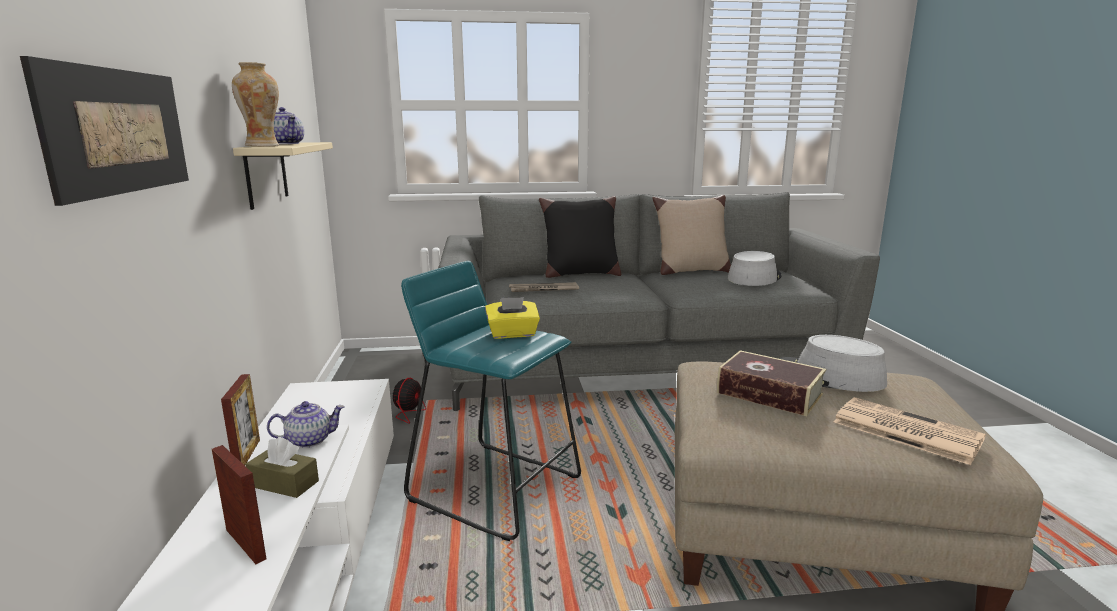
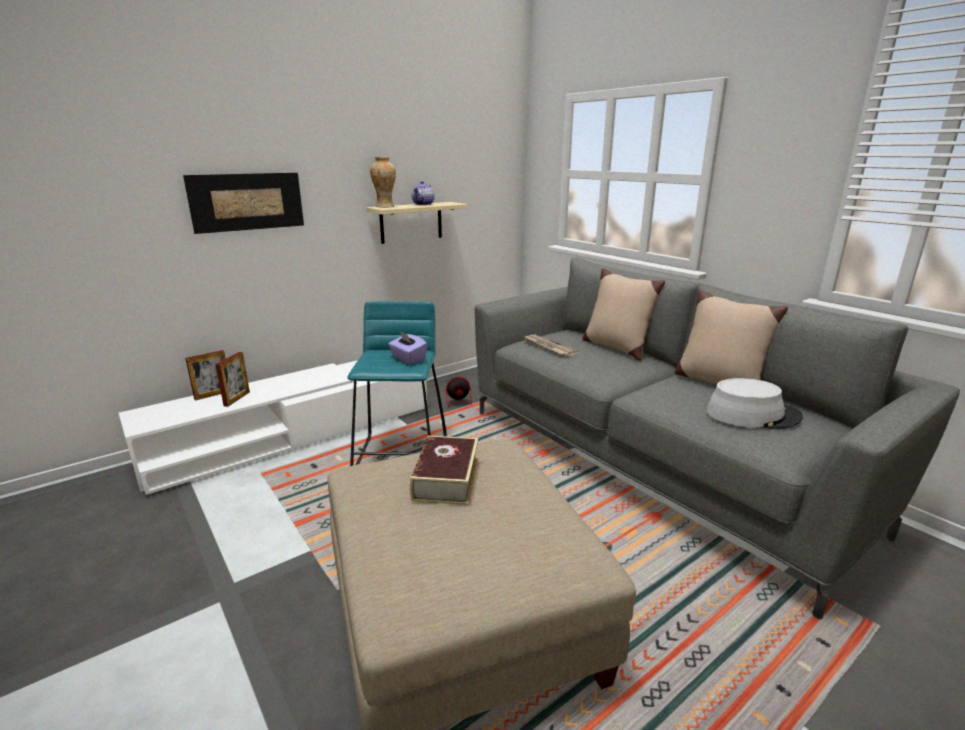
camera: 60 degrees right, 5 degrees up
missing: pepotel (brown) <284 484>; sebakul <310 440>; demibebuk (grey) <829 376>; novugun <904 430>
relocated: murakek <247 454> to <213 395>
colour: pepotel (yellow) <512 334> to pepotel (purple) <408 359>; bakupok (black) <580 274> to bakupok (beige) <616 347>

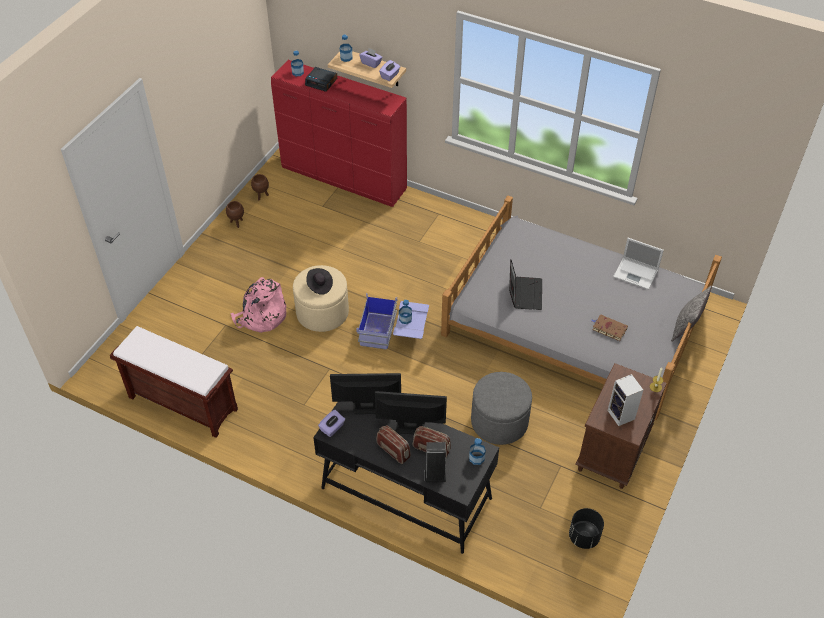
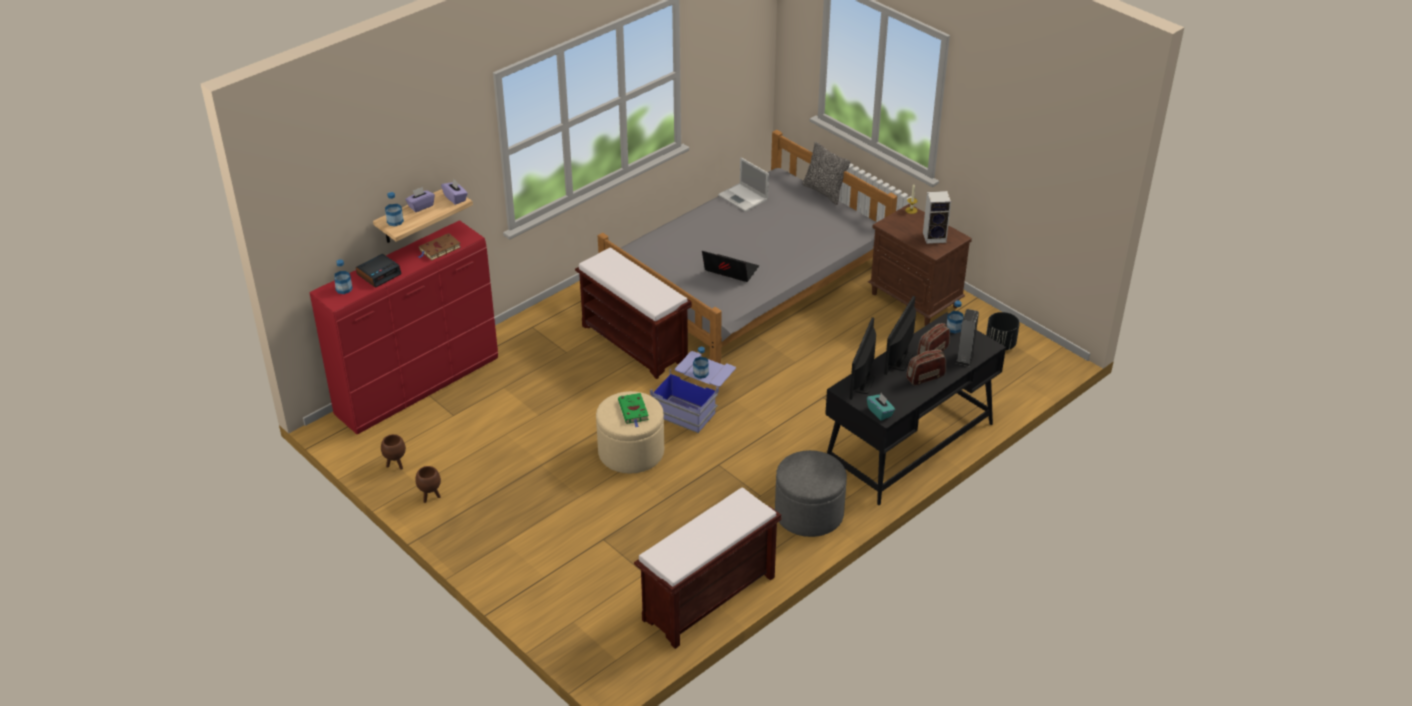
camera: 70 degrees left, 10 degrees down
missing: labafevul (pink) <261 317>
appeared: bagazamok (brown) <635 343>
relocated: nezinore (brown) <608 328> to <439 249>; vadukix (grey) <499 421> to <809 513>
exchanged: demibebuk (black) <319 285> to nezinore (green) <634 411>
colour: pepotel (purple) <332 428> to pepotel (turquoise) <880 412>
spun: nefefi <636 274> = <744 198> 90 degrees clockwise

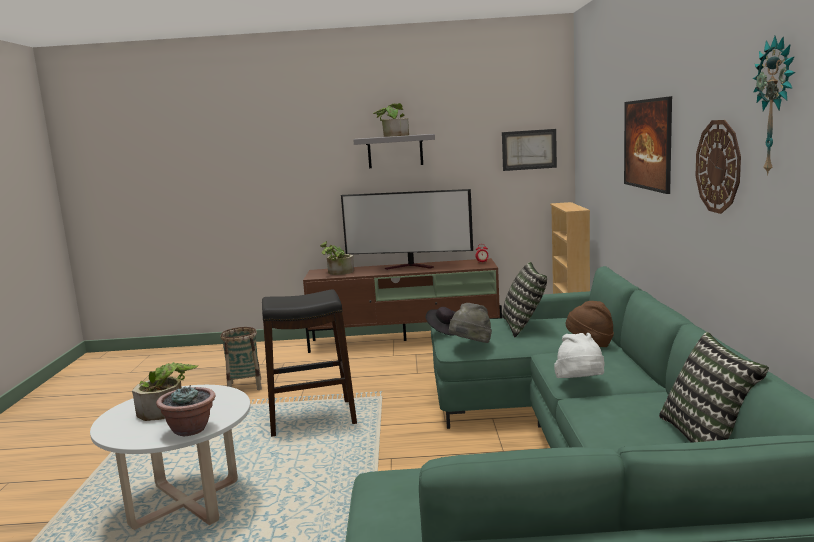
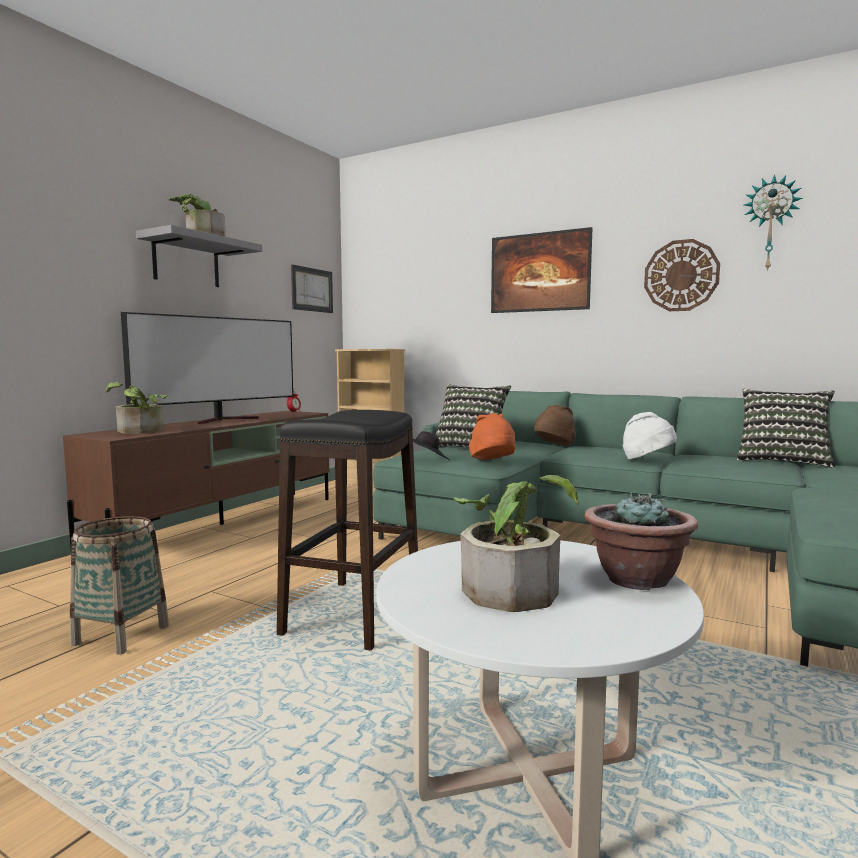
camera: 60 degrees left, 5 degrees down
colour: demibebuk (grey) <471 346> to demibebuk (orange) <493 462>

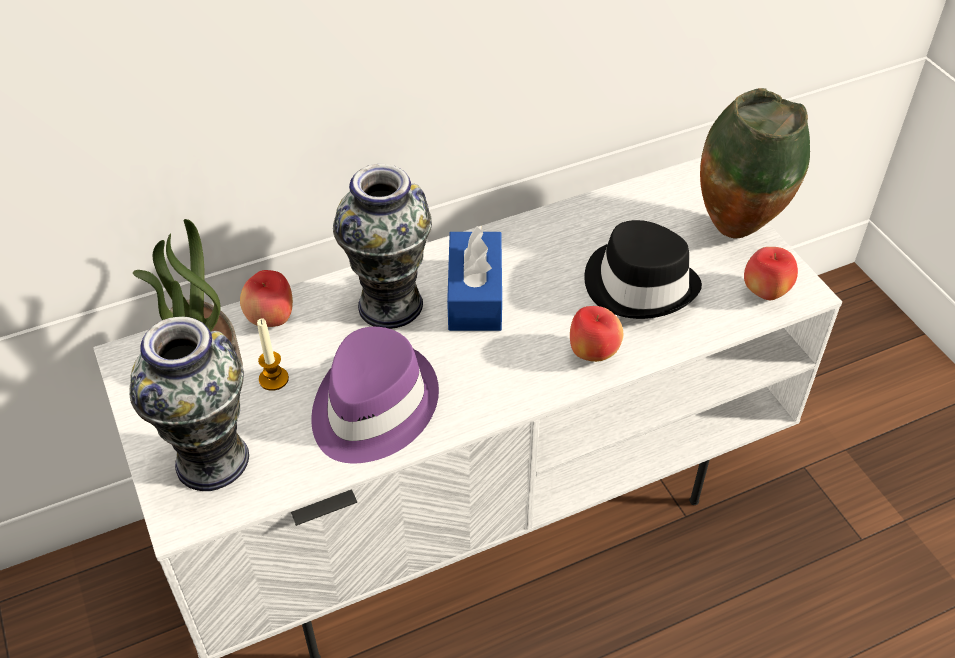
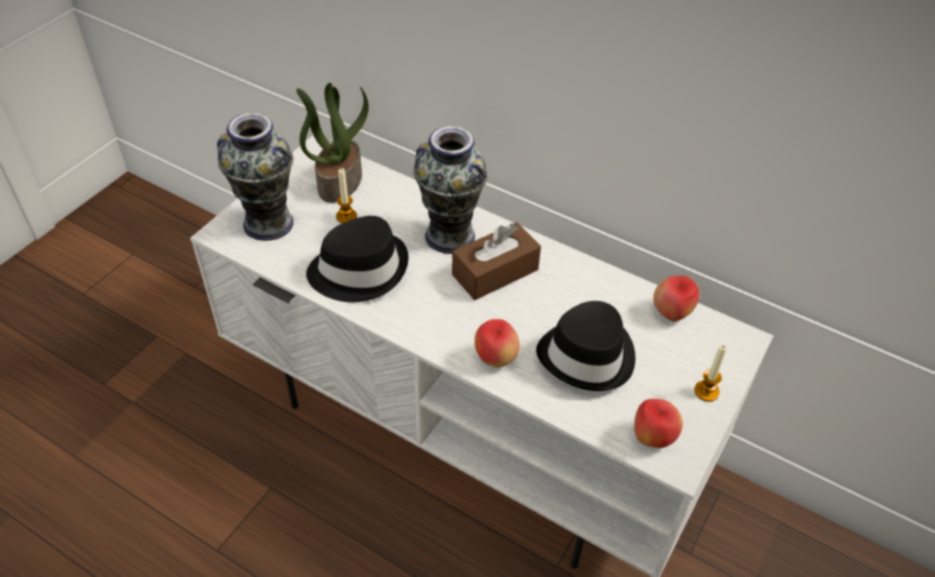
camera: 55 degrees right, 0 degrees up
relocated: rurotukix <271 319> to <671 313>
exchanged: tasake <737 230> to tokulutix <706 391>
colour: demibebuk (purple) <371 406> to demibebuk (black) <359 270>; pepotel (blue) <475 295> to pepotel (brown) <495 272>

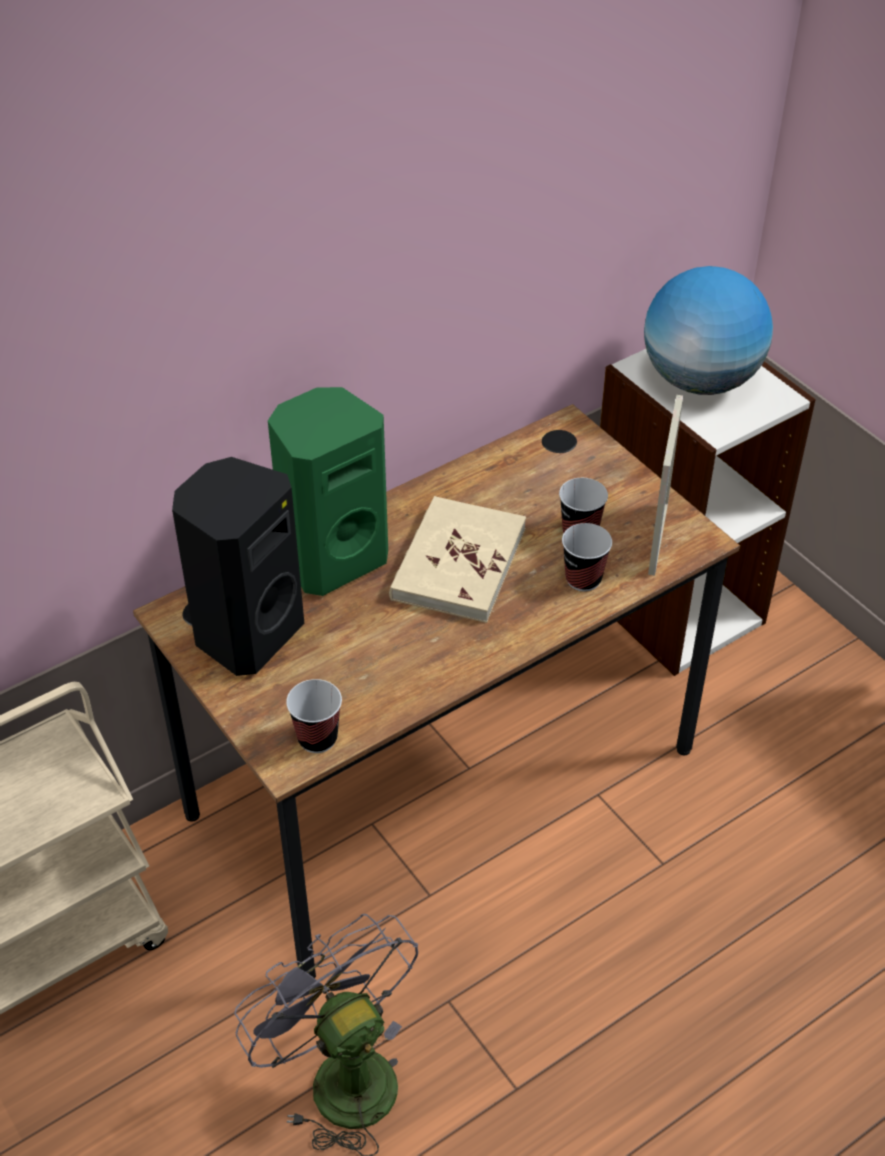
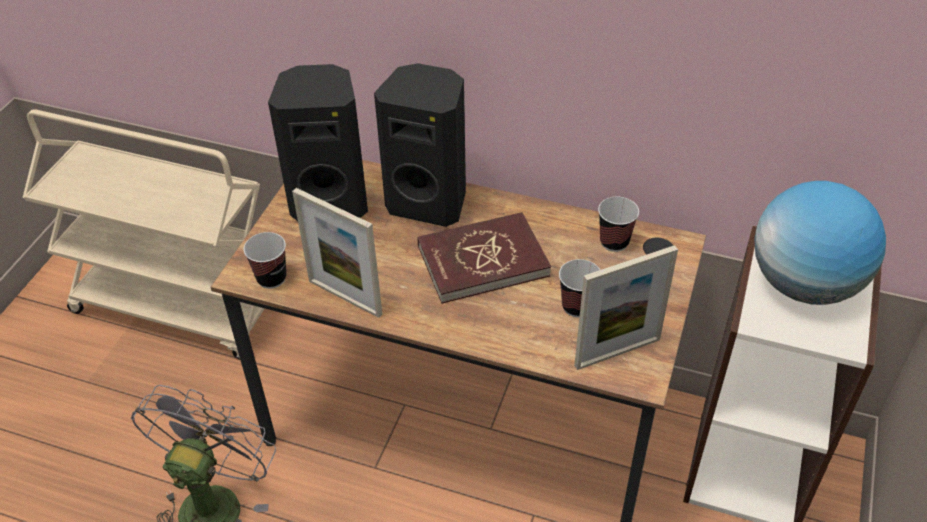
camera: 55 degrees right, 0 degrees up
appeared: murakek <345 297>
relocated: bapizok <583 579> to <614 242>
colour: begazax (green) <332 558> to begazax (black) <429 202>; nezinore (beige) <458 563> to nezinore (red) <482 261>

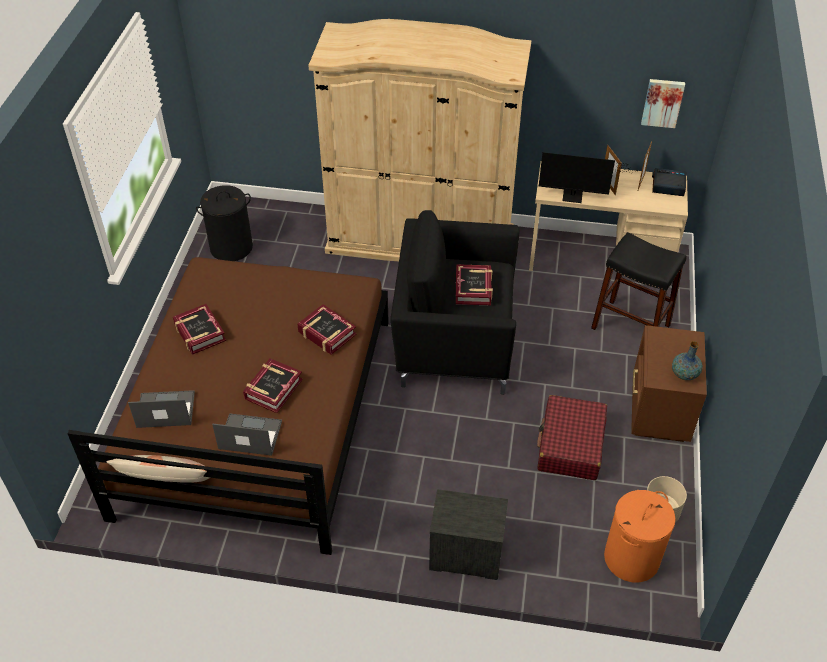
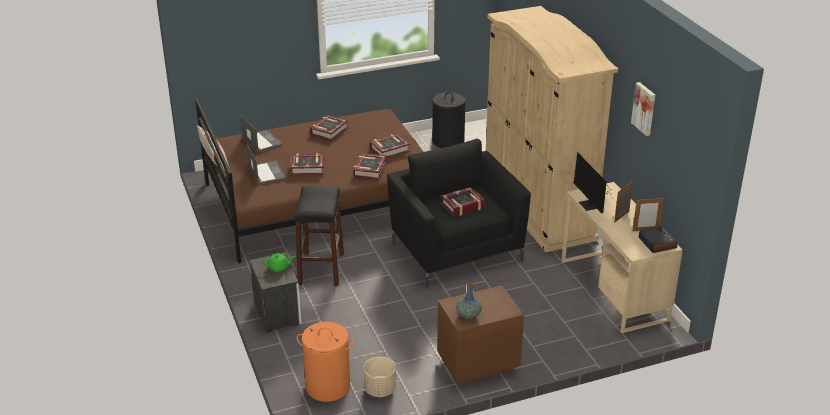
camera: 60 degrees right, 15 degrees down
missing: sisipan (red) <570 445>
appeared: sebakul (green) <279 267>; nezinore <389 150>
relocated: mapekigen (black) <630 326> to <321 268>; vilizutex <662 102> to <644 108>

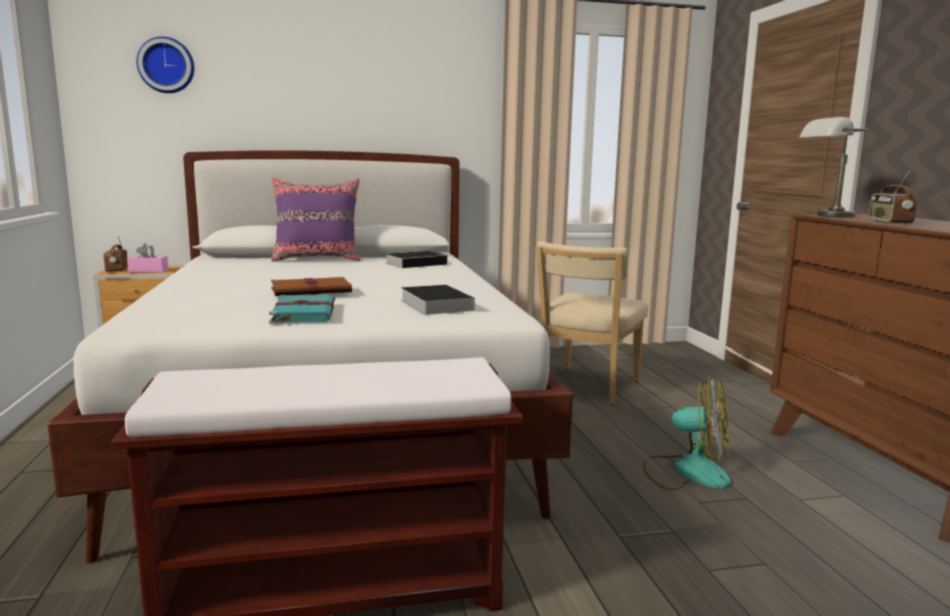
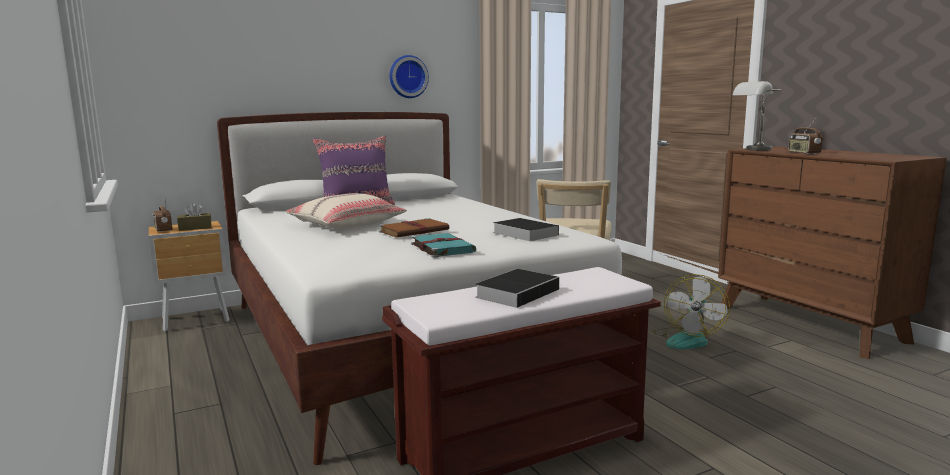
camera: 15 degrees left, 0 degrees up
appeared: bakupok (beige) <347 224>
relocated: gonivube <167 65> to <407 77>; nezinore <417 263> to <518 292>
colour: pepotel (pink) <148 271> to pepotel (brown) <195 228>
spun: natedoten <687 471> = <687 339> 105 degrees clockwise

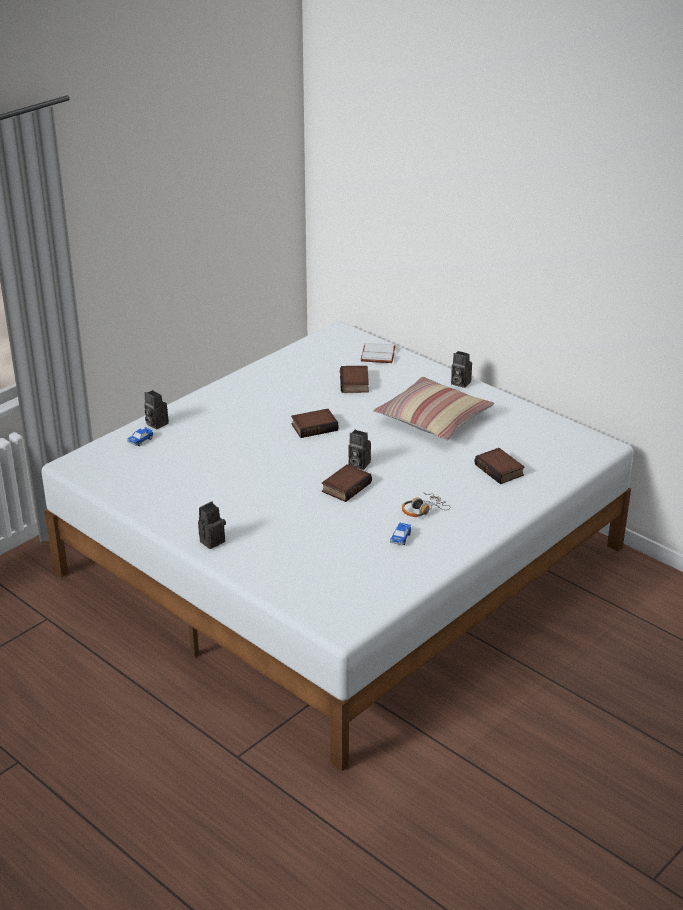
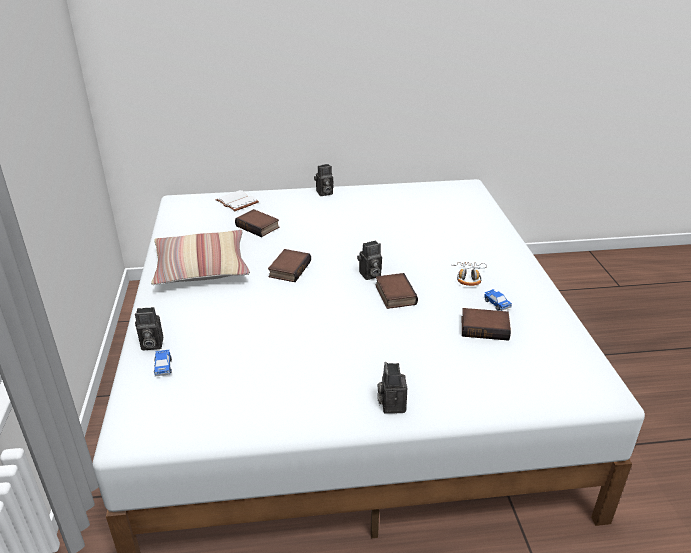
camera: 50 degrees left, 0 degrees up
relocated: bakupok <433 419> to <201 267>; nezinore <500 470> to <485 327>

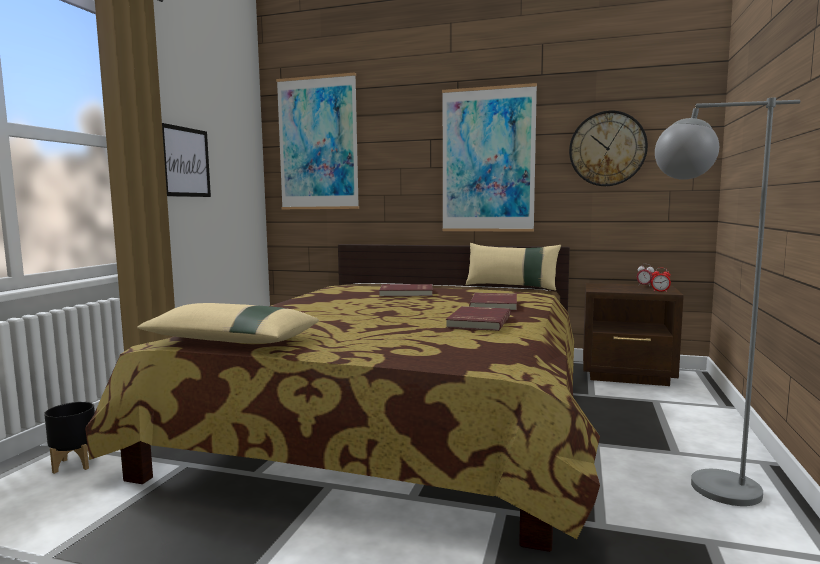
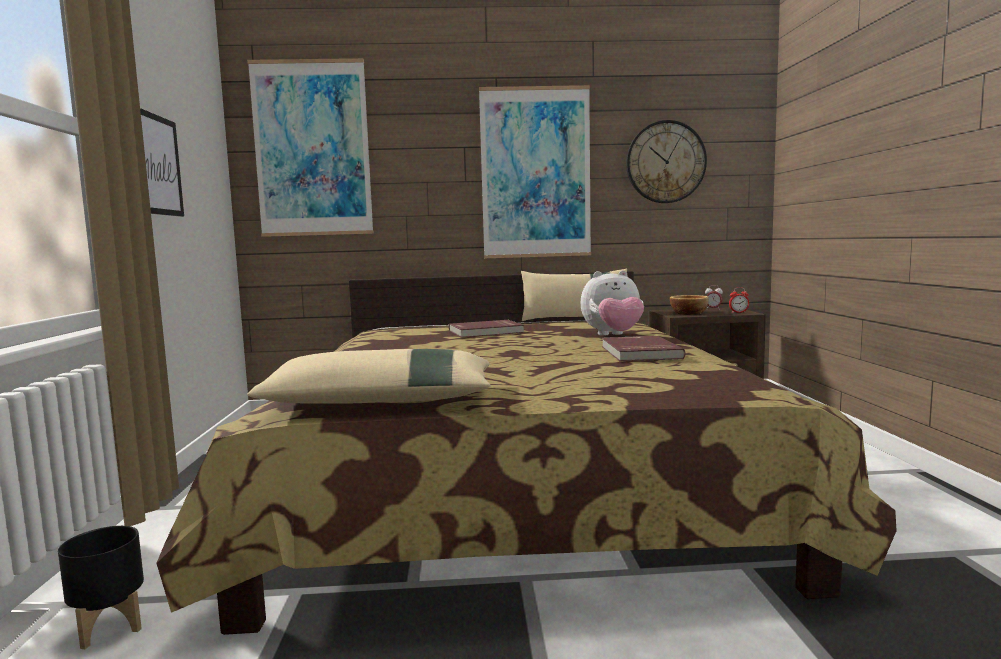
camera: 20 degrees left, 0 degrees up
missing: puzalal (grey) <701 487>
appeared: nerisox <688 313>
exchanged: nezinore (red) <495 304> to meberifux <613 335>

